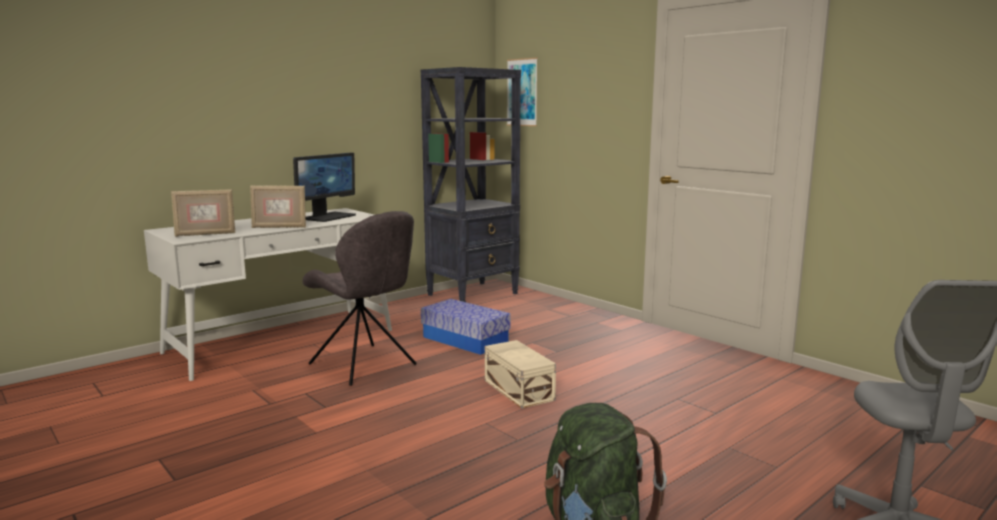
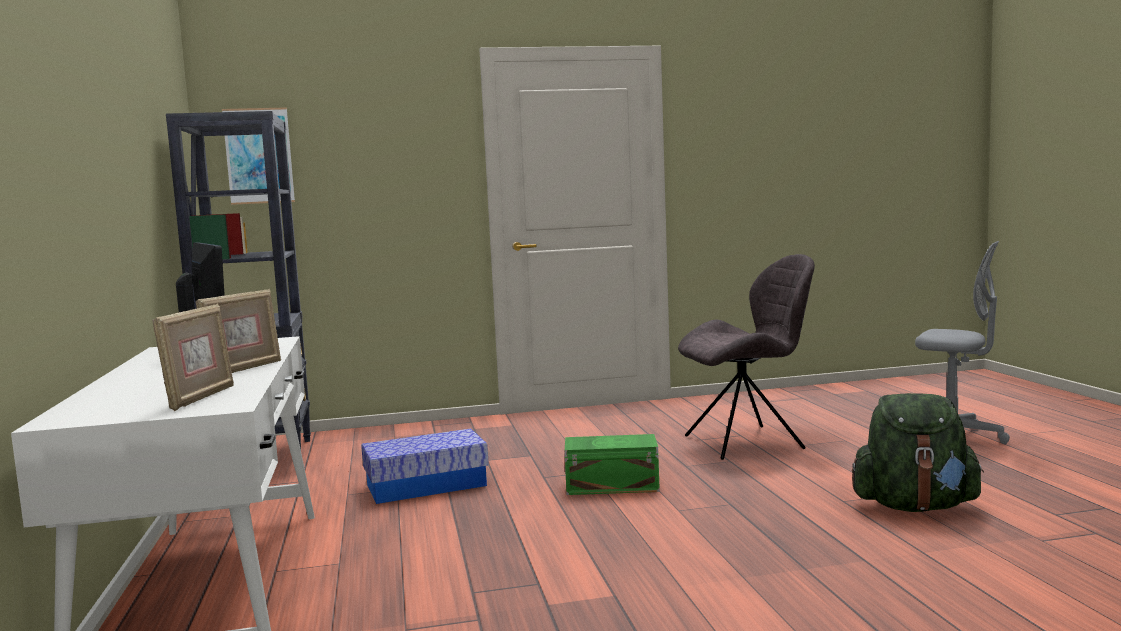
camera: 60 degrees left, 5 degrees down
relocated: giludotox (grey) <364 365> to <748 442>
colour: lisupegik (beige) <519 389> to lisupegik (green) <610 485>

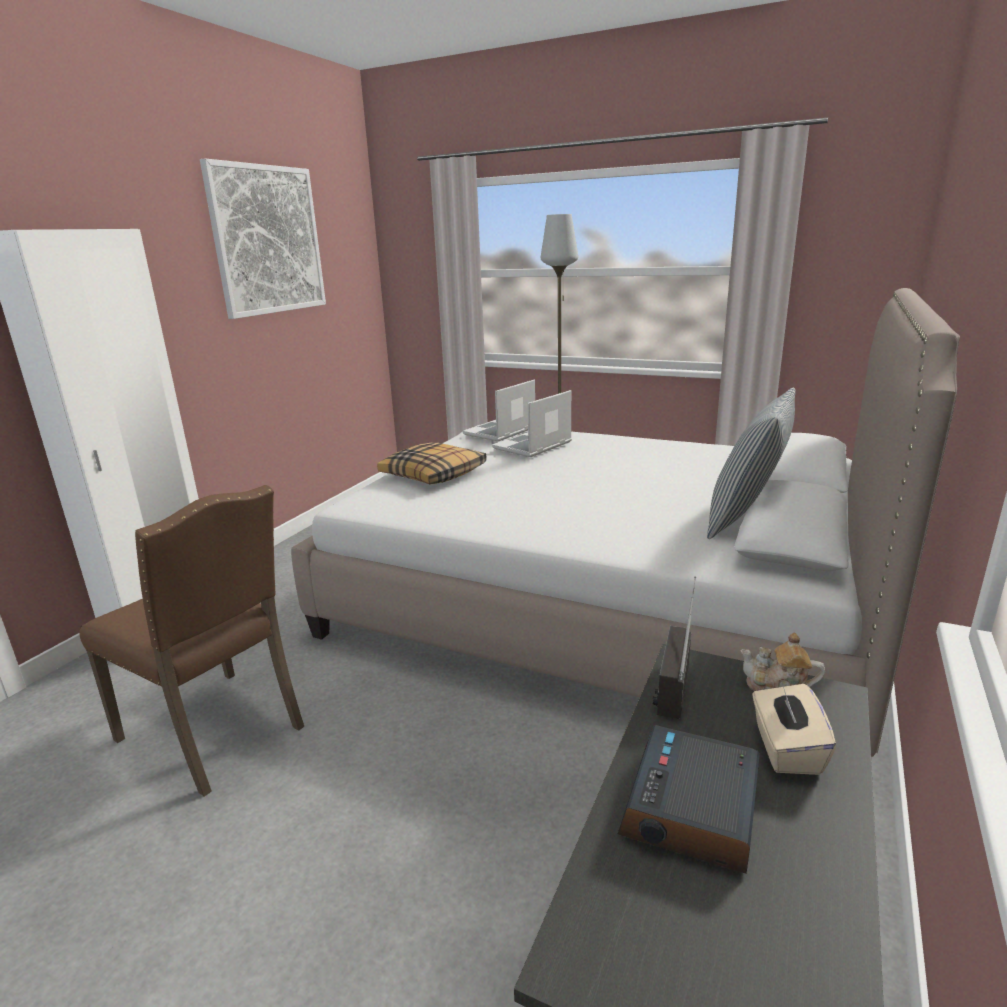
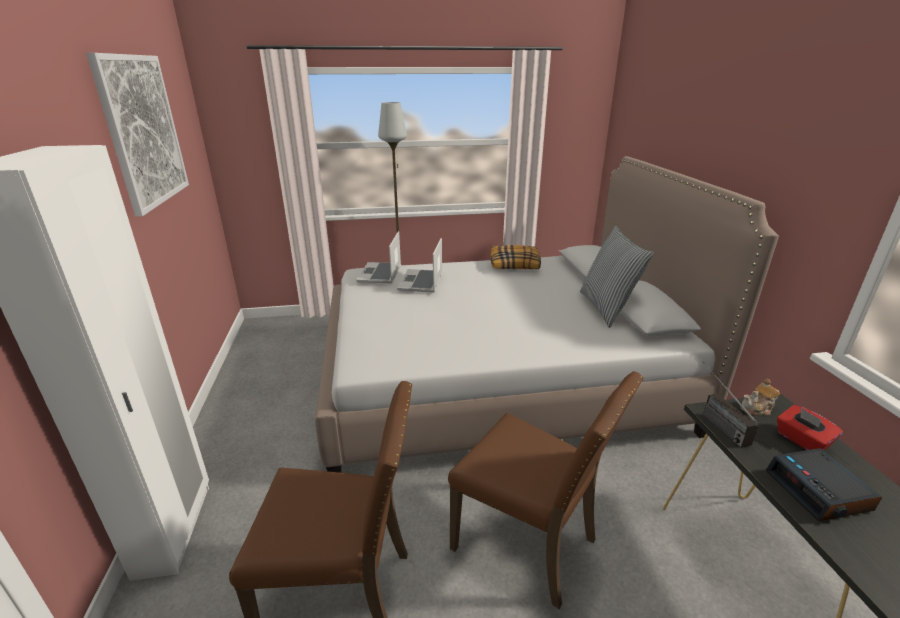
camera: 35 degrees left, 5 degrees up
appeared: giludotox (brown) <528 543>
relocated: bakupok <434 475> to <515 264>
colour: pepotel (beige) <786 749> to pepotel (red) <801 440>

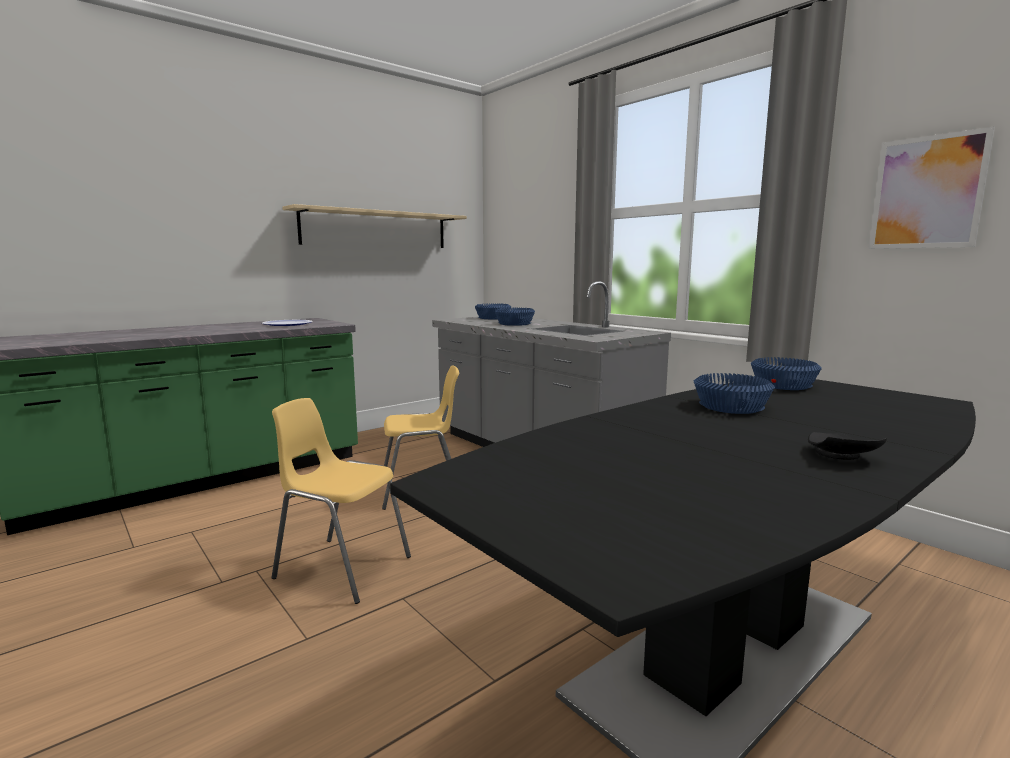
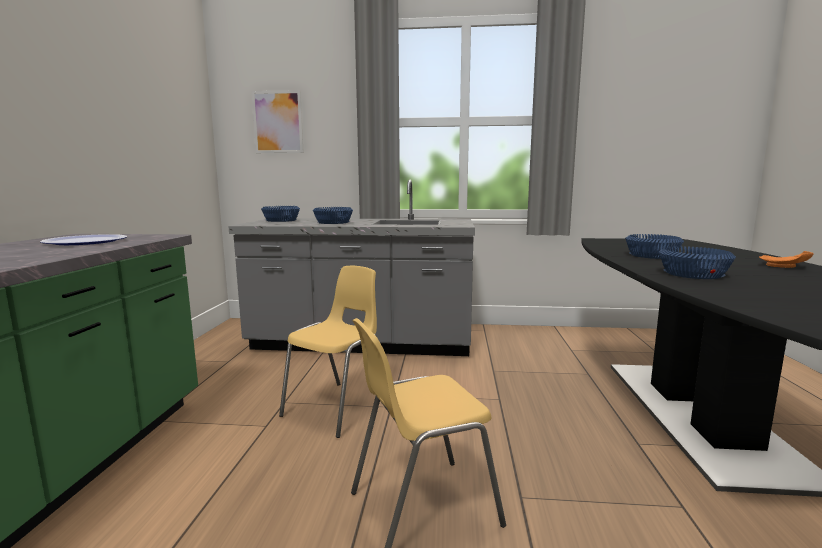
camera: 45 degrees left, 0 degrees up
missing: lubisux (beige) <376 229>
relocated: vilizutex <927 192> to <278 122>; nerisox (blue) <782 385> to <693 274>
colour: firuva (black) <839 456> to firuva (orange) <784 266>

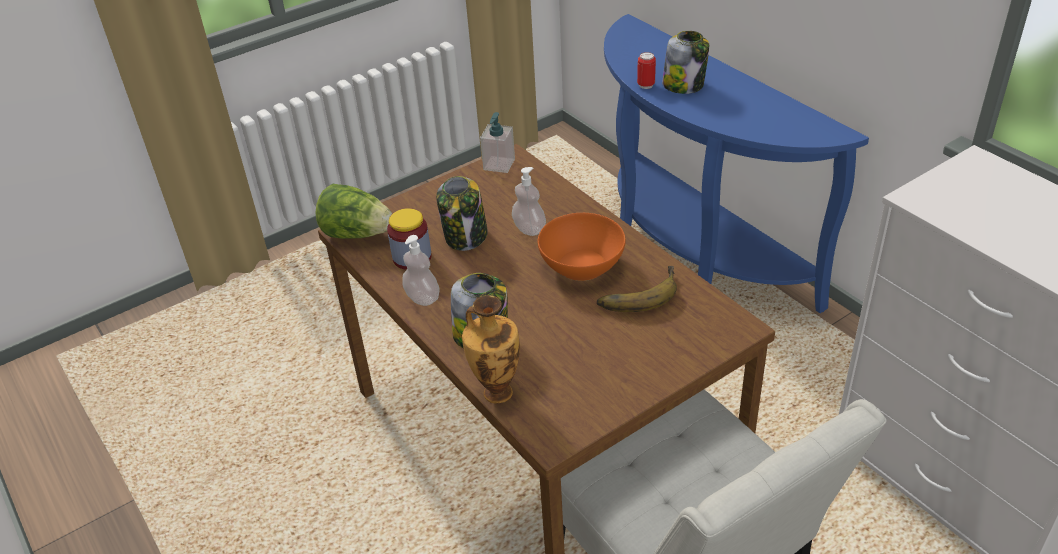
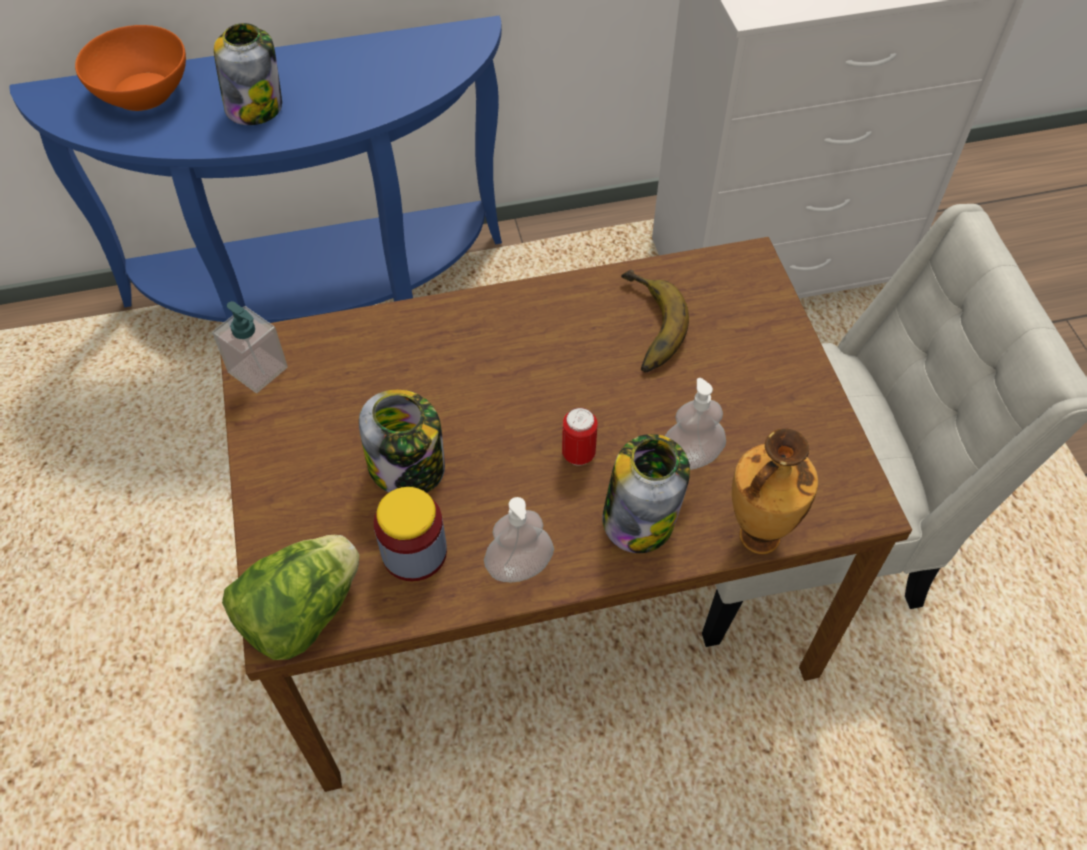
camera: 70 degrees left, 15 degrees up
relocated: nerisox (orange) <581 265> to <143 92>; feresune <646 85> to <578 454>; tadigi <529 229> to <690 457>

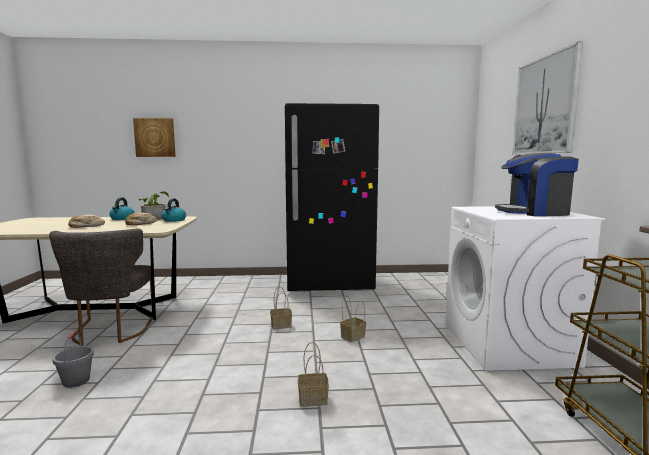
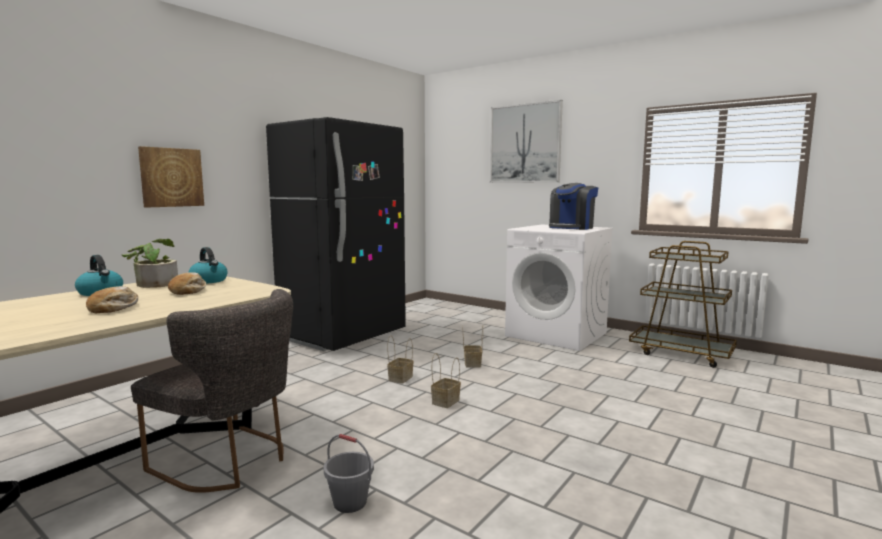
camera: 50 degrees left, 0 degrees up
relocated: vilizutex <155 137> to <171 177>; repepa <314 399> to <445 401>

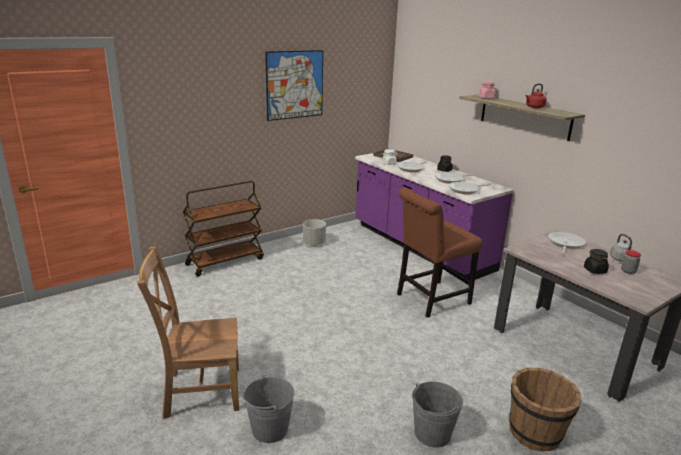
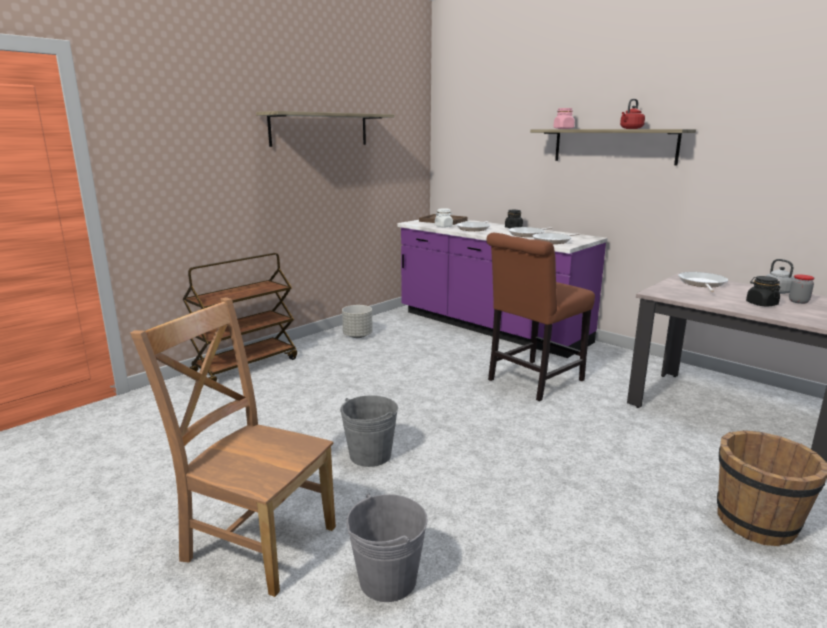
camera: 10 degrees left, 5 degrees down
relocated: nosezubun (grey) <432 433> to <370 455>
exchanged: vilizutex <295 85> to lubisux <320 129>
spun: giludotox (brown) <199 391> = <256 540> 45 degrees clockwise

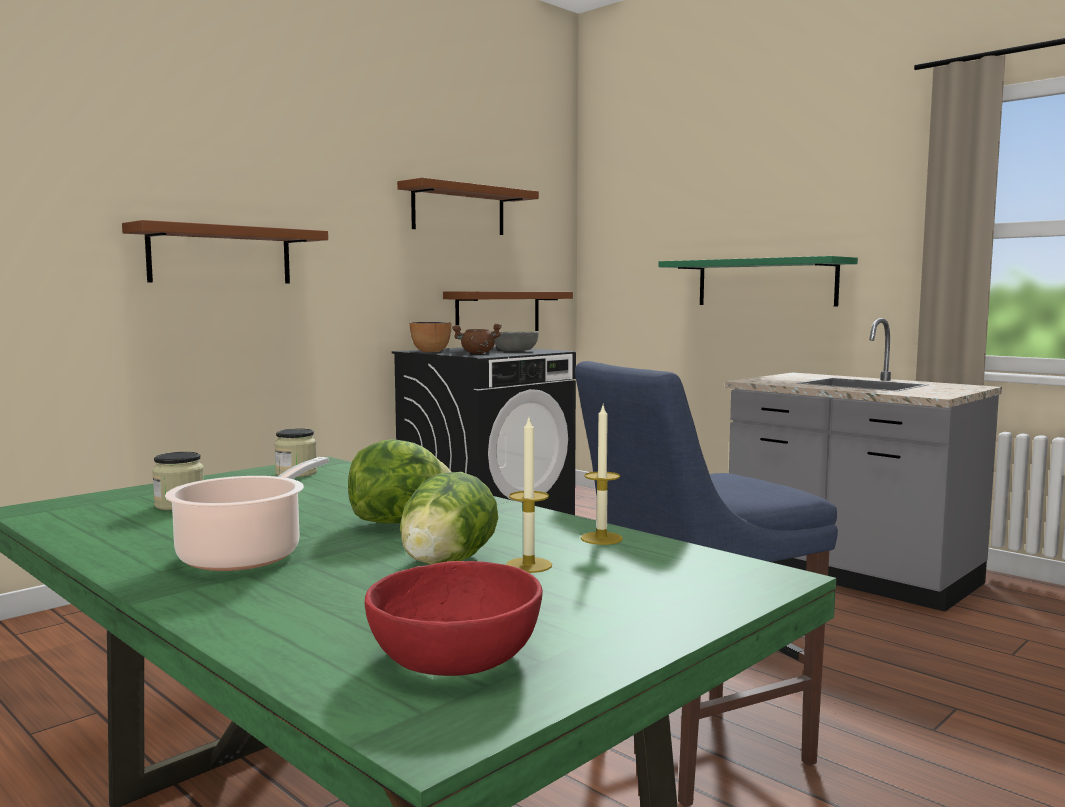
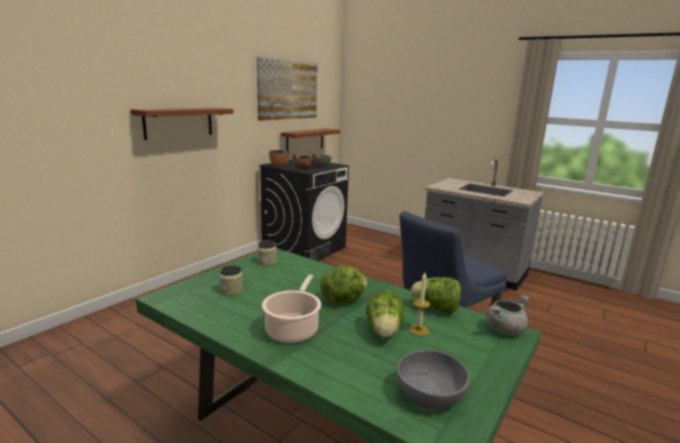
camera: 10 degrees left, 10 degrees up
missing: lubisux (green) <765 283>
appeared: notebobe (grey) <504 329>
exchanged: lubisux (brown) <459 210> to vilizutex <288 90>; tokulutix <601 538> to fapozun <436 309>
colour: nerisox (red) <455 656> to nerisox (grey) <430 394>

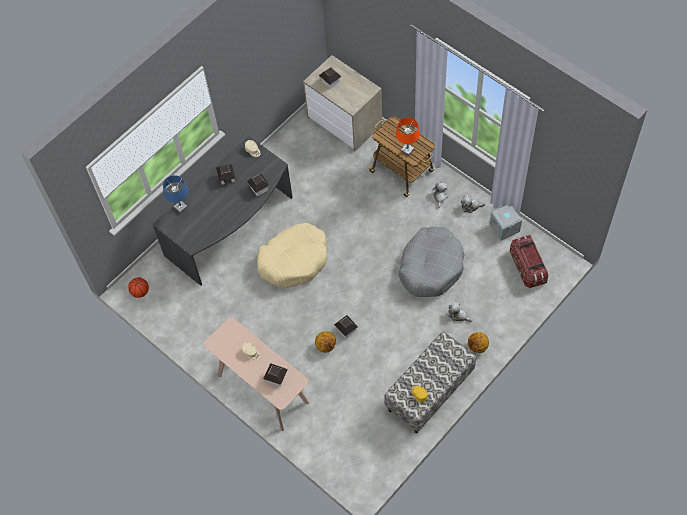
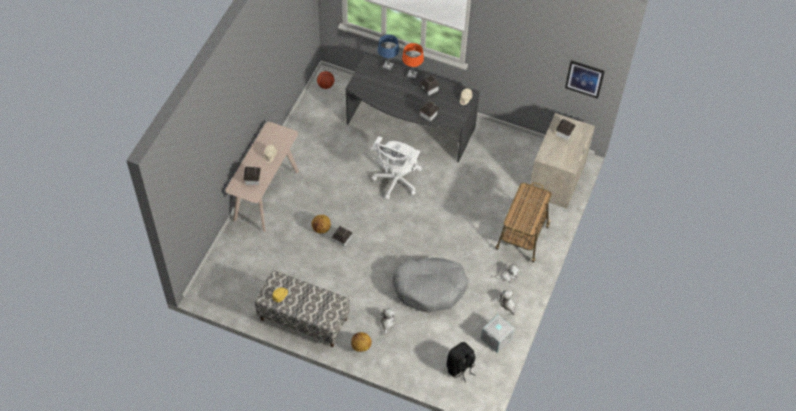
camera: 65 degrees right, 5 degrees down
appeared: vilizutex <584 78>
relocated: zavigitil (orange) <407 150> to <412 76>
exchanged: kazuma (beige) <294 260> to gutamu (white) <396 181>; lisupegik <527 267> to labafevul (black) <460 368>

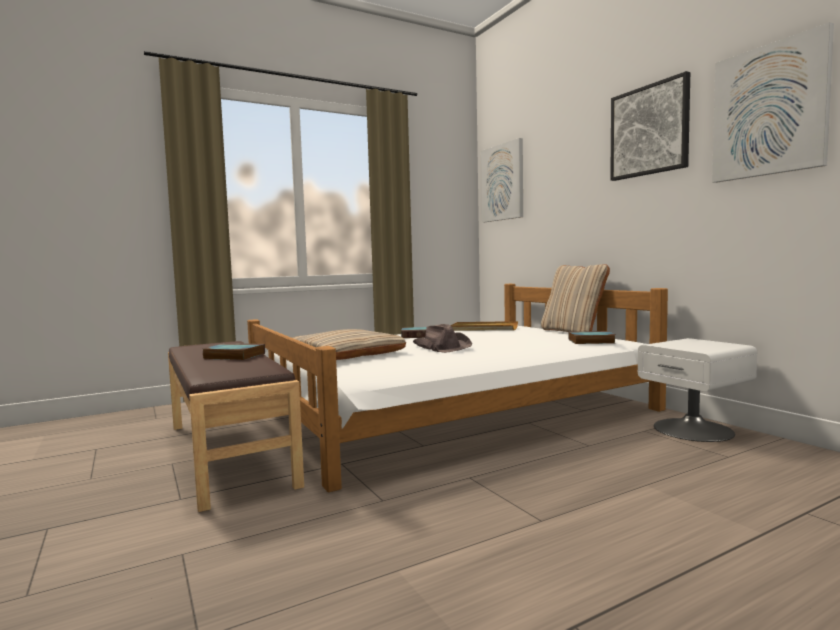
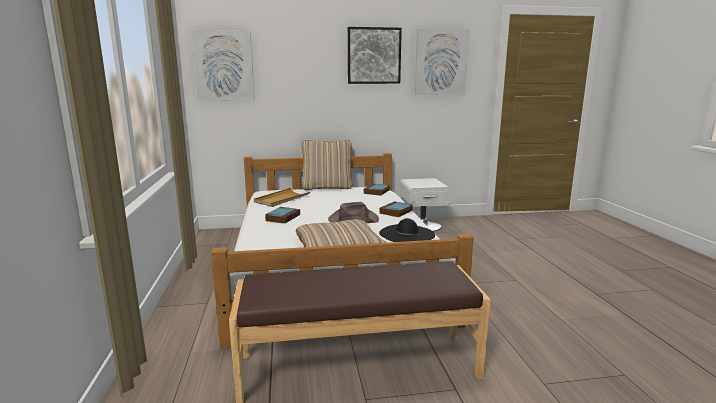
camera: 70 degrees left, 10 degrees up
appeared: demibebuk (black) <406 234>
relocated: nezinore <233 356> to <396 212>

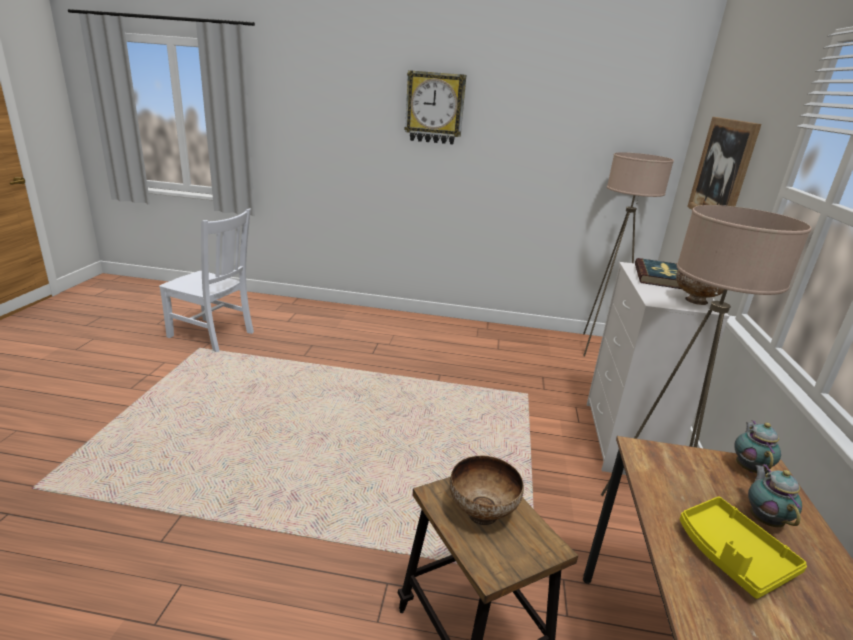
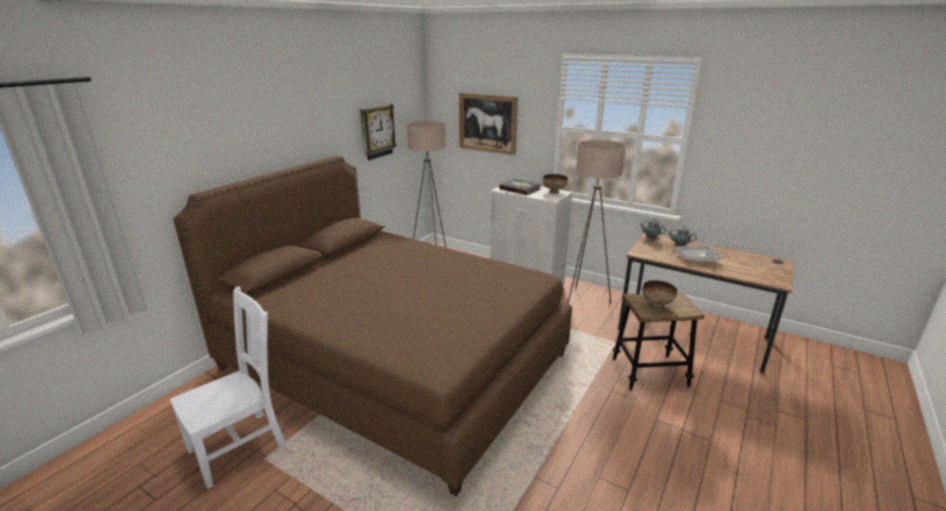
camera: 65 degrees left, 0 degrees up
appeared: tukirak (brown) <394 362>
relocated: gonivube <434 108> to <377 131>
colour: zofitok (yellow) <731 555> to zofitok (grey) <697 258>

